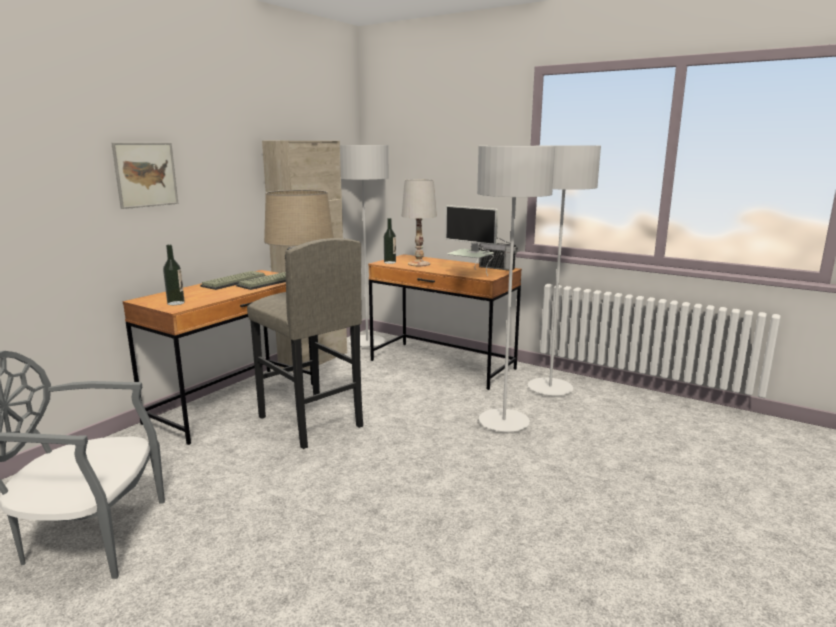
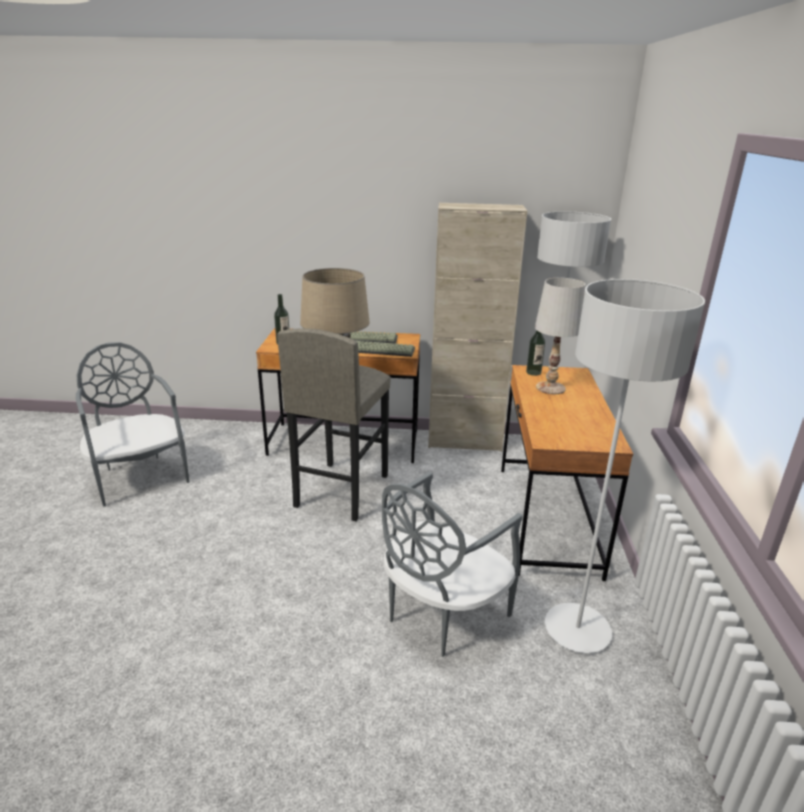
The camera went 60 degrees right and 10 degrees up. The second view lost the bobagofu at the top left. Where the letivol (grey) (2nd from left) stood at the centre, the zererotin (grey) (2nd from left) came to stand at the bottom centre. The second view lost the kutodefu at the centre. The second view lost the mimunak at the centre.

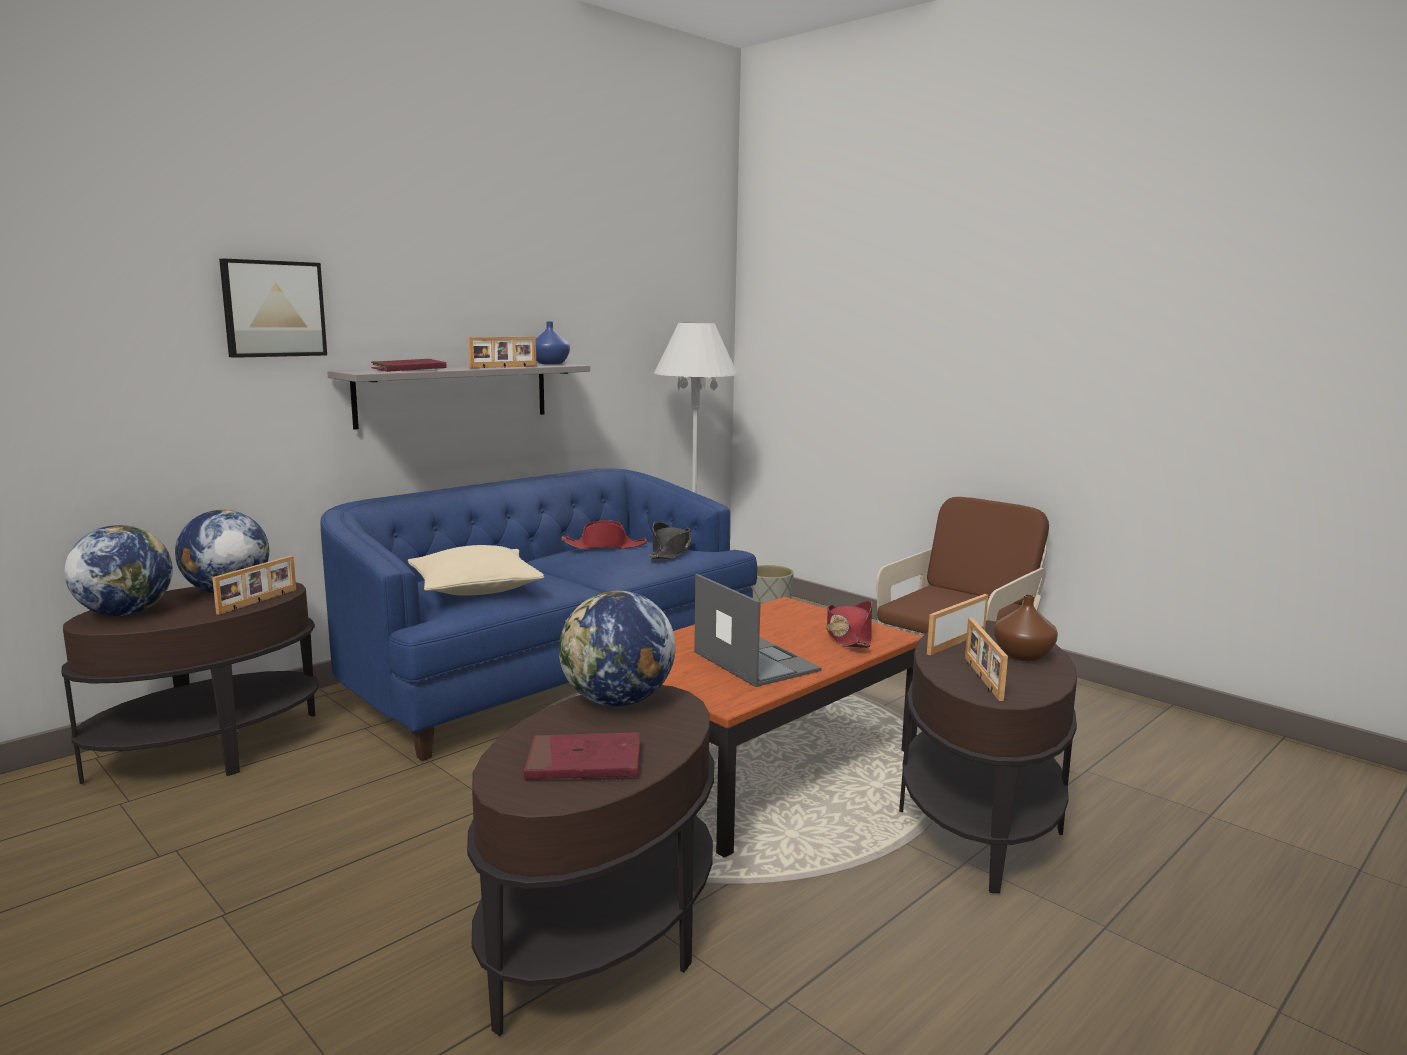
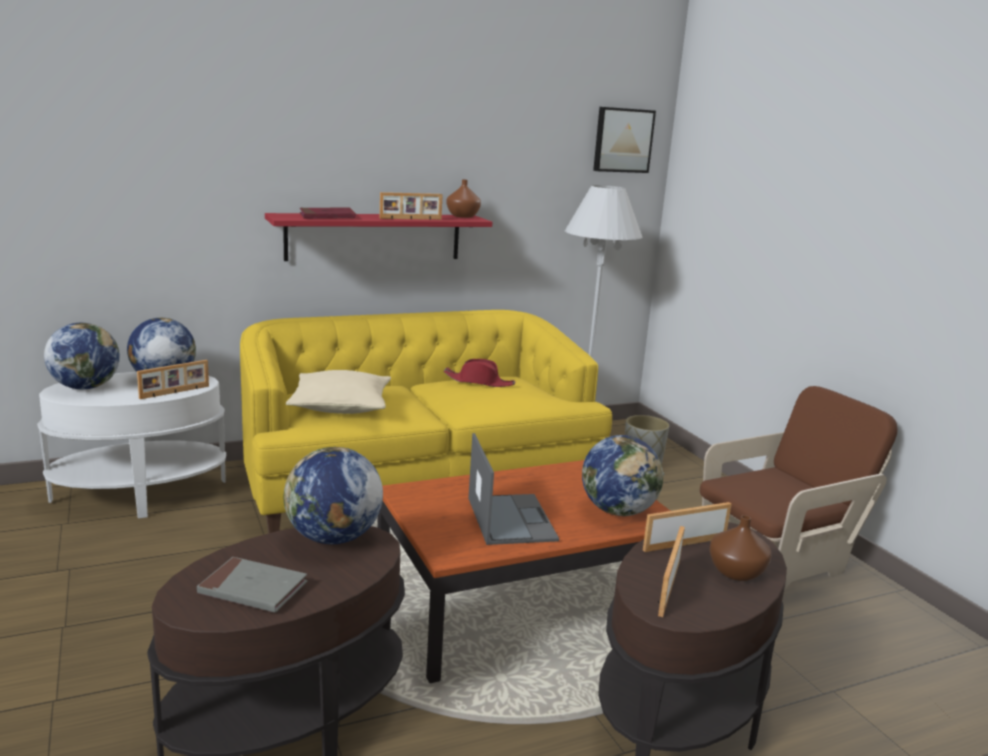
The camera went 20 degrees right and 5 degrees up. The bobagofu ended up elsewhere, having gone from the top left to the top centre. What was the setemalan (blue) at the top centre turned into the setemalan (brown) (1st from left) at the top centre. What was the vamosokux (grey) at the middle left turned into the vamosokux (red) at the top centre. What was the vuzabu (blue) at the centre turned into the vuzabu (yellow) at the centre. The second view lost the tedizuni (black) at the centre. What was the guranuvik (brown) (1st from left) at the middle left turned into the guranuvik (white) at the middle left. Where the tedizuni (red) (2nd from left) stood at the centre, the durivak (4th from left) came to stand at the centre. What was the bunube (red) (2nd from left) at the bottom centre turned into the bunube (grey) at the bottom left.

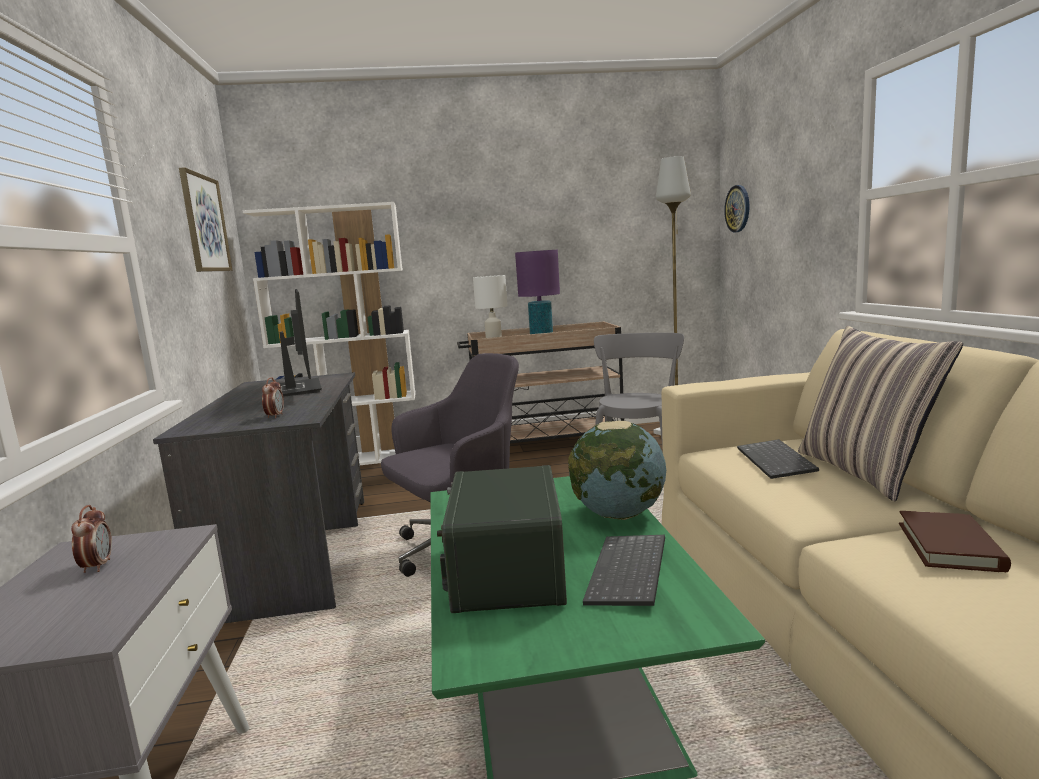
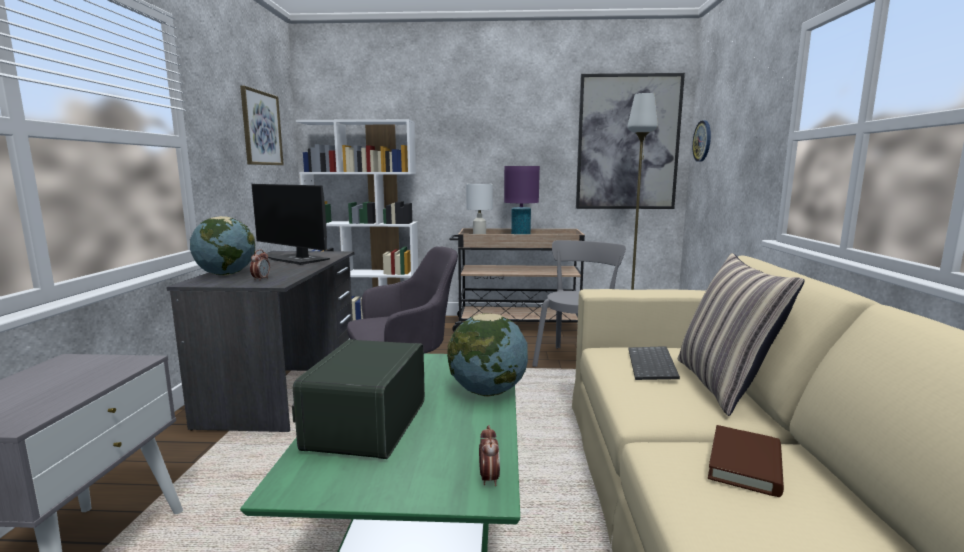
The camera went 10 degrees right and 0 degrees up. The kutodefu at the middle left ended up facing another way, 135 degrees clockwise from before. The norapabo (1st from left in the first image) ended up elsewhere, having gone from the bottom left to the bottom centre. The second view lost the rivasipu (1st from left) at the bottom centre. The second view gained the bobagofu (2nd from left) at the top centre. The second view gained the durivak (1st from left) at the middle left.

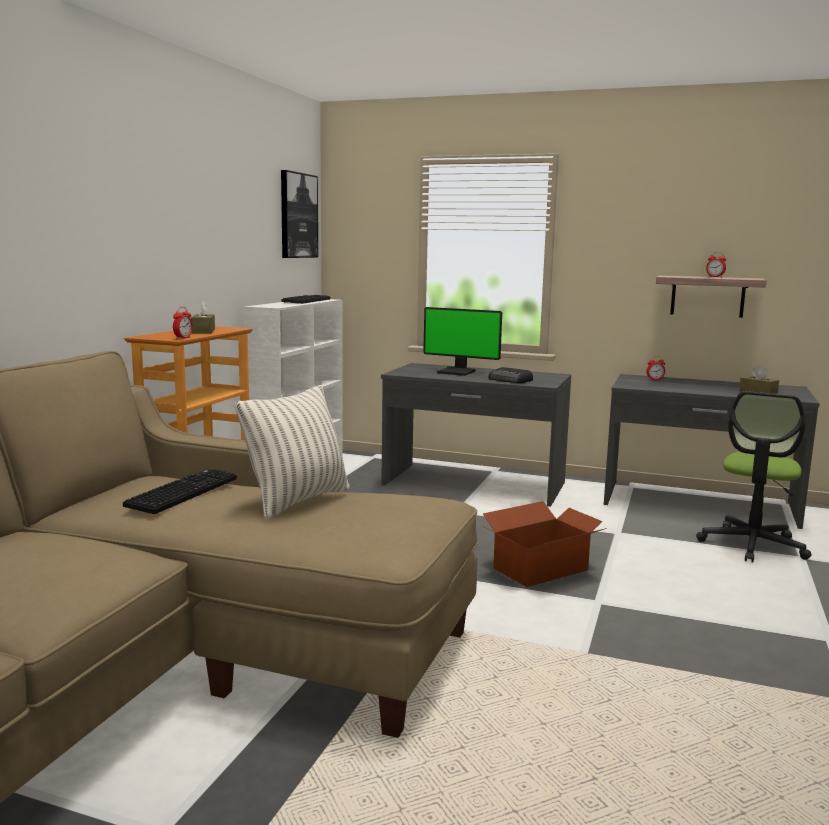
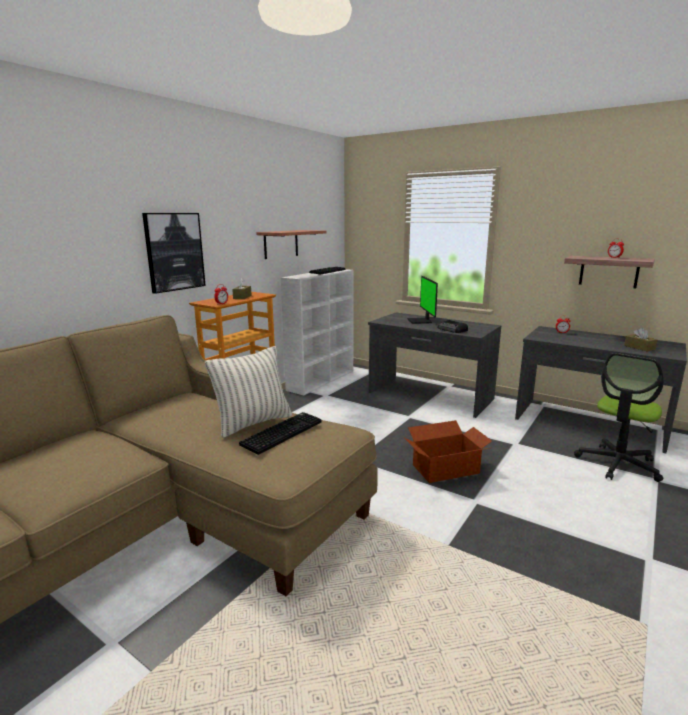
The camera went 15 degrees right and 5 degrees up. The bobagofu ended up elsewhere, having gone from the top centre to the middle left. The kutodefu at the centre ended up facing another way, 45 degrees clockwise from before. The rivasipu (1st from left) ended up elsewhere, having gone from the middle left to the centre. The second view gained the vamosokux (1st from left) at the centre.

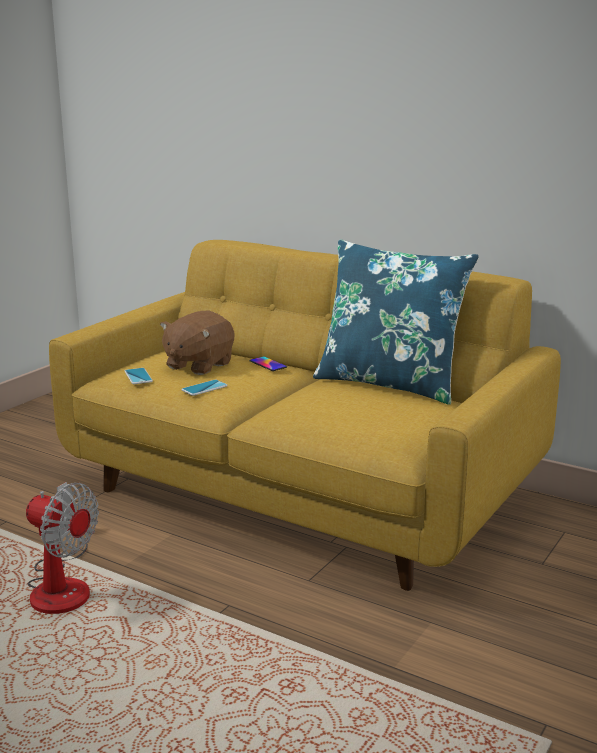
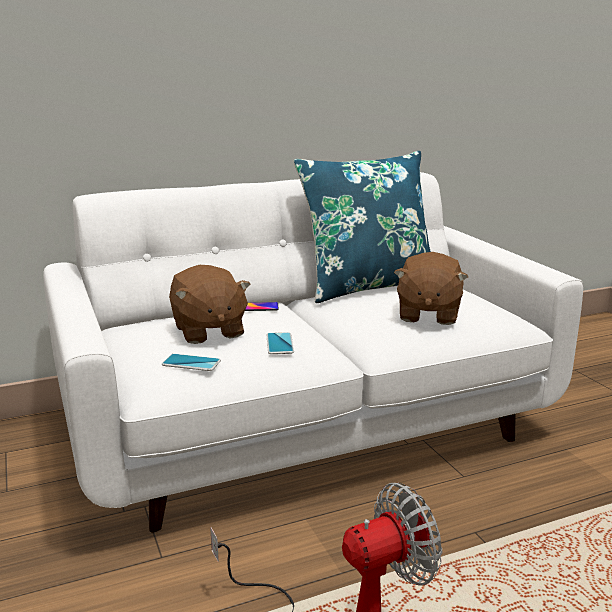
The camera went 55 degrees left and 0 degrees up. What was the vuzabu (yellow) at the centre turned into the vuzabu (white) at the centre. The second view gained the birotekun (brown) (2nd from left) at the middle right.

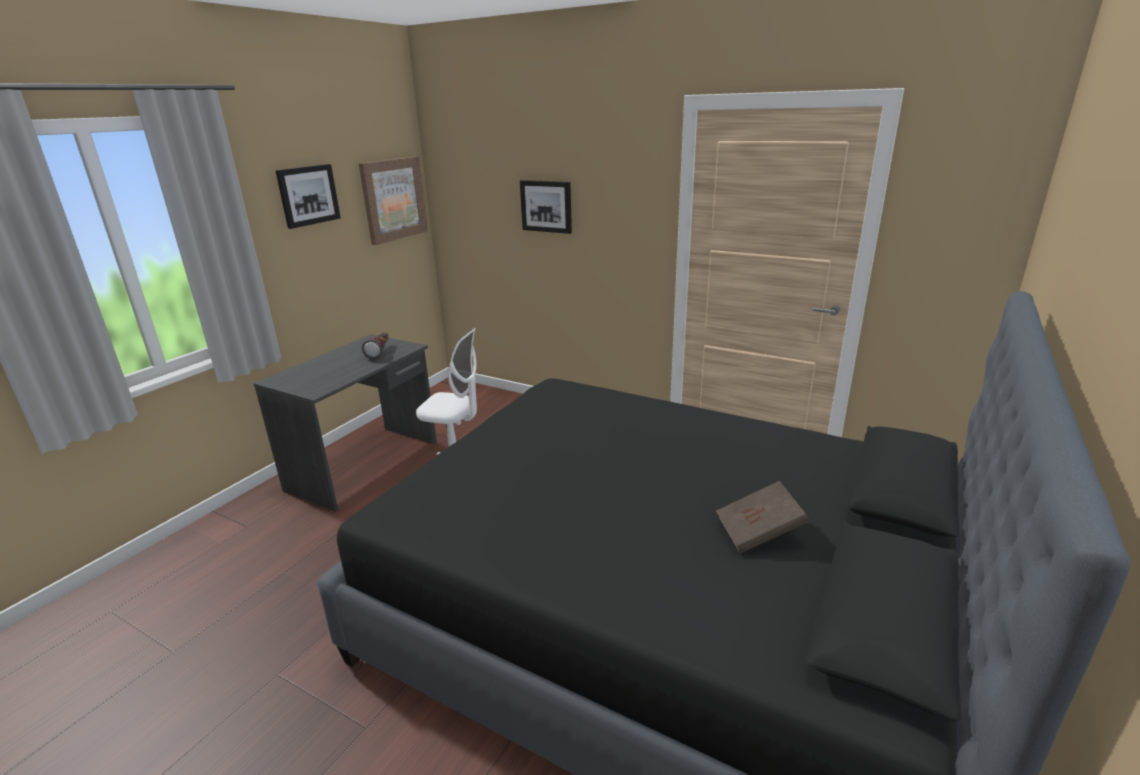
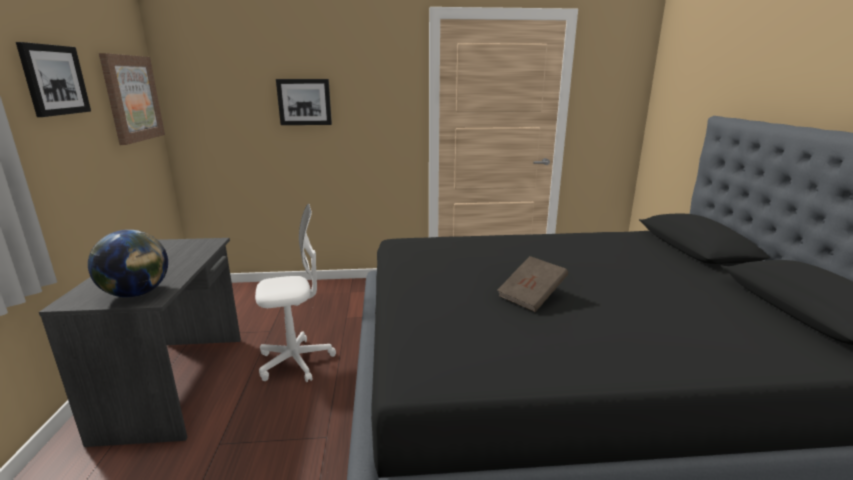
The camera went 35 degrees left and 5 degrees down. The second view lost the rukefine at the middle left. The bunube (brown) ended up elsewhere, having gone from the bottom right to the centre. The second view gained the durivak at the middle left.

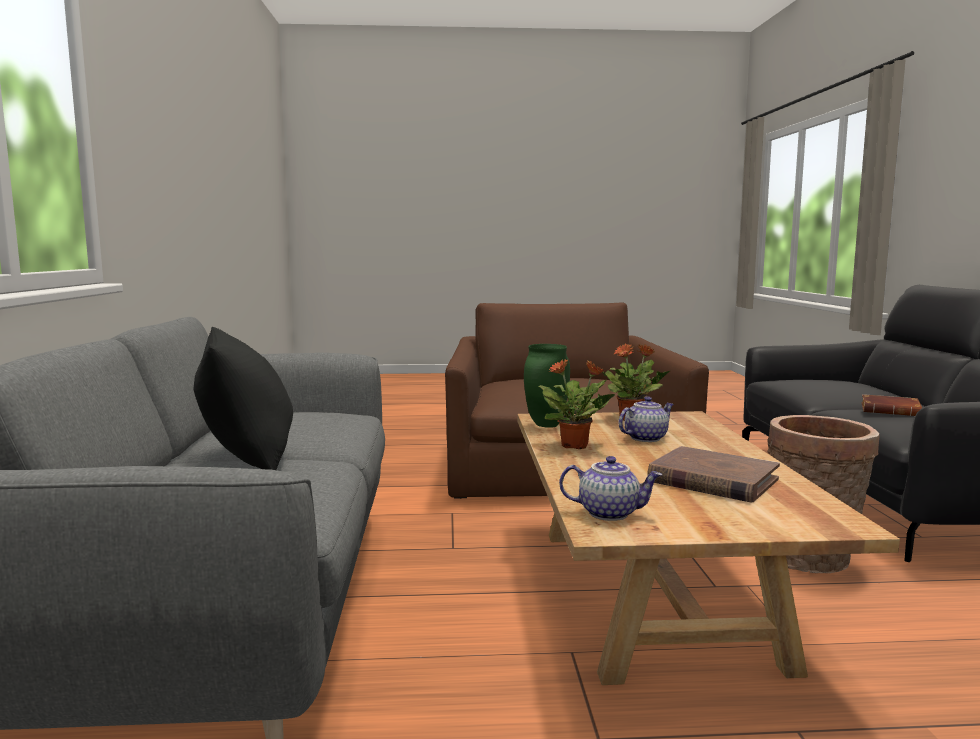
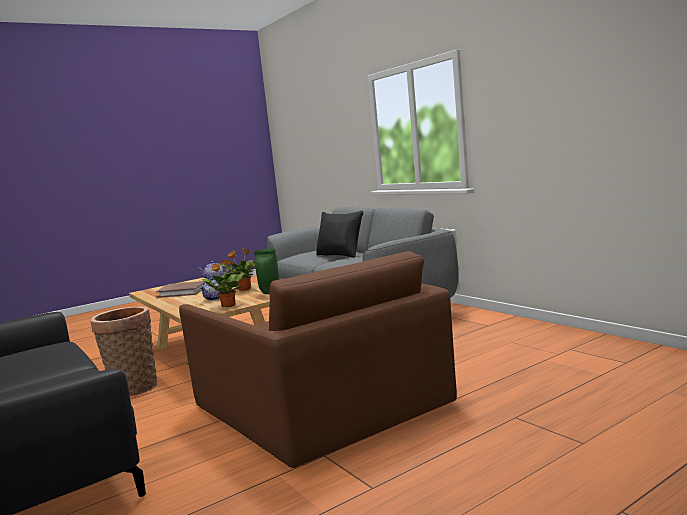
The camera went 150 degrees right and 0 degrees up. The second view lost the bunube (brown) (2nd from left) at the middle right.

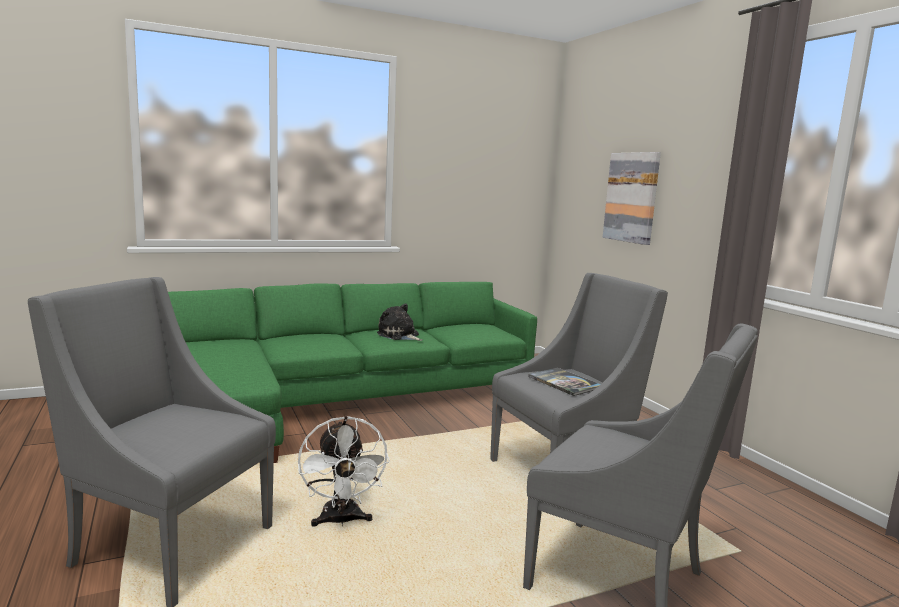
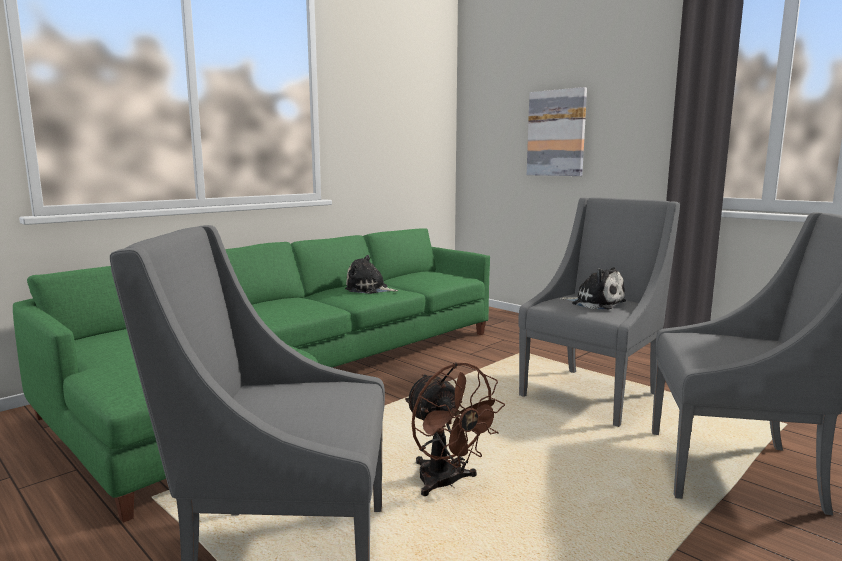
The camera went 20 degrees left and 0 degrees up. Where the bunube stood at the centre, the birotekun (2nd from left) came to stand at the middle right. What was the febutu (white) at the bottom centre turned into the febutu (brown) at the bottom centre.

